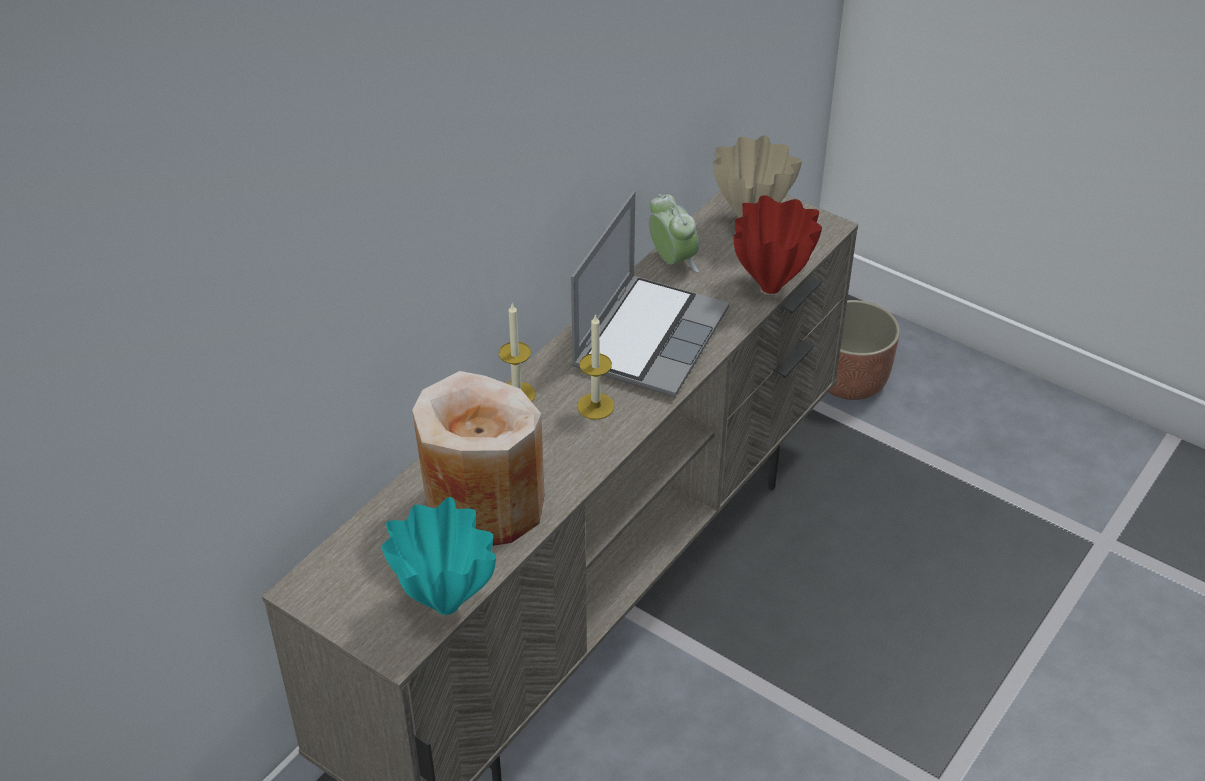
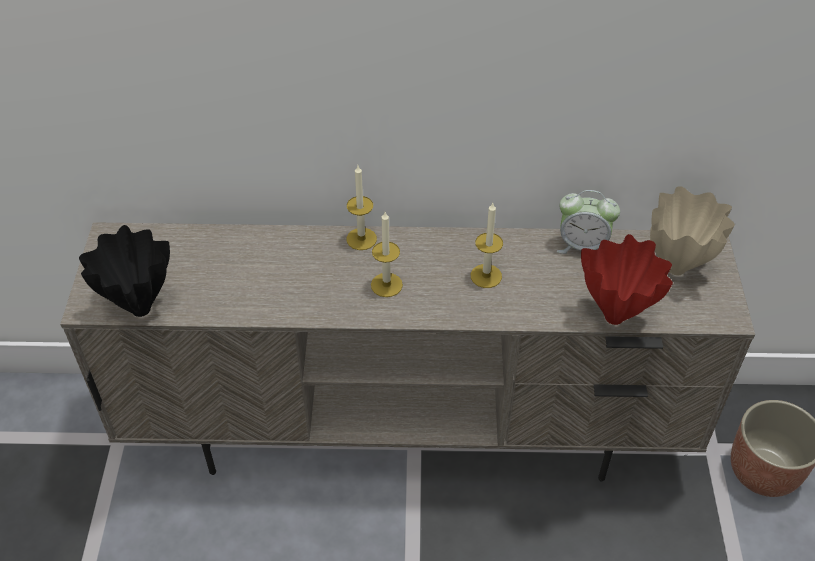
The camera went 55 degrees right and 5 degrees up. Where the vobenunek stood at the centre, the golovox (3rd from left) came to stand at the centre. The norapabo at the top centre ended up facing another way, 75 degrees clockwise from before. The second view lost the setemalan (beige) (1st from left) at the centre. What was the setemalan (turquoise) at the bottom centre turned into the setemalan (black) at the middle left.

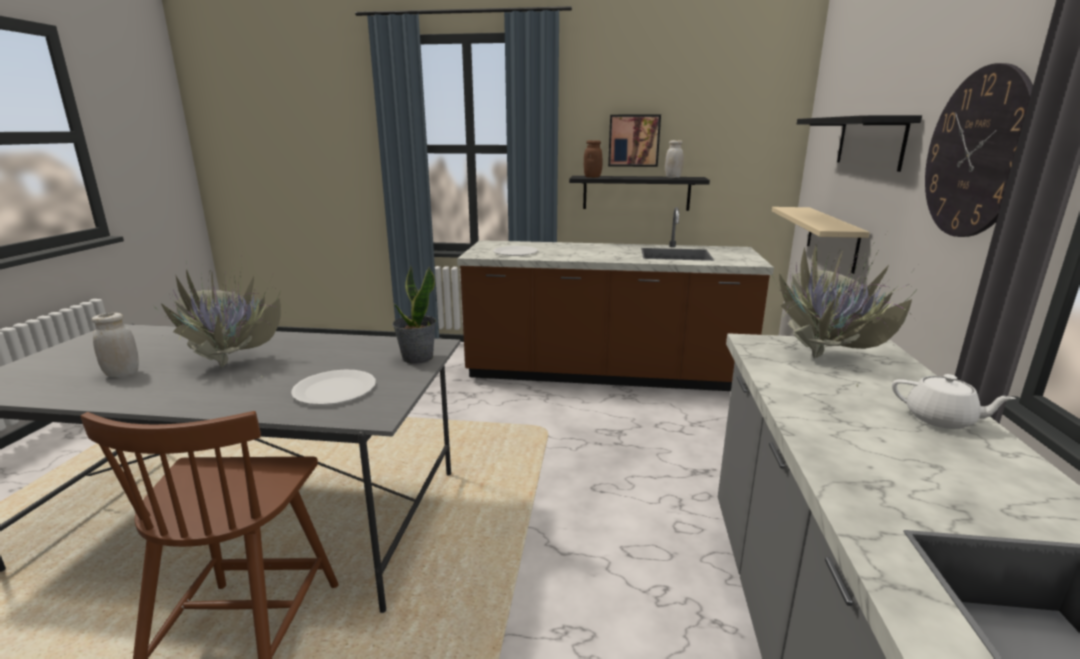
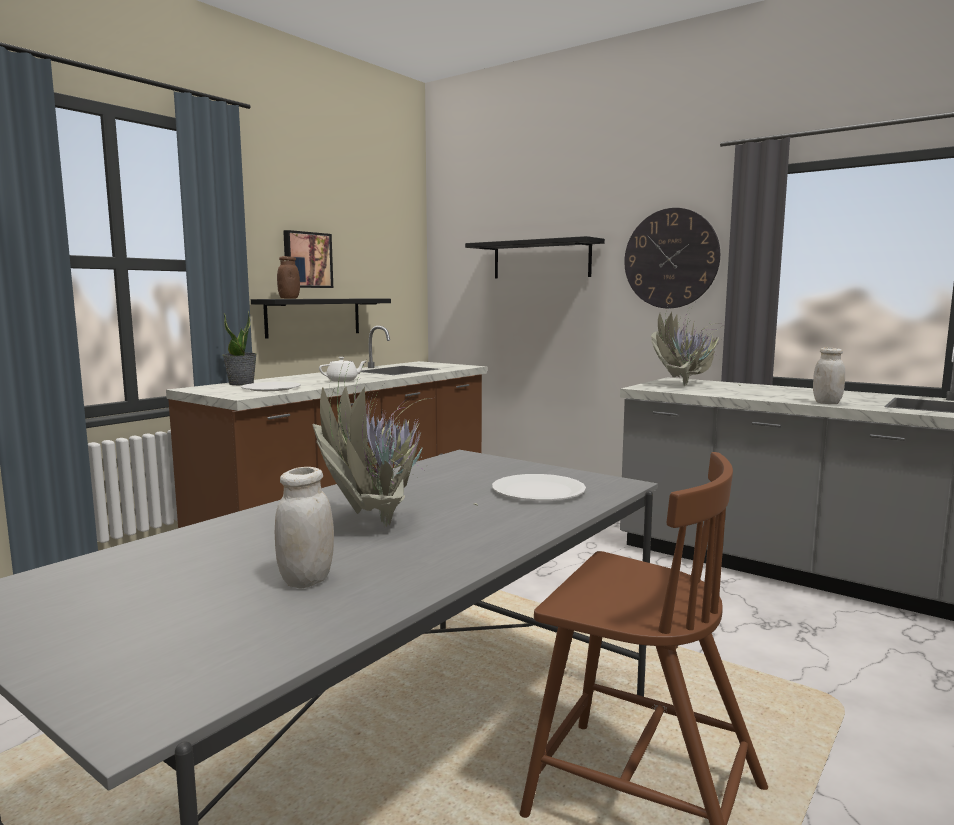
The camera went 60 degrees left and 10 degrees down. The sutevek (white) (2nd from left) ended up elsewhere, having gone from the top centre to the middle right. The second view lost the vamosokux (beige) at the middle right. The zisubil (2nd from left in the first image) ended up elsewhere, having gone from the centre to the middle left. The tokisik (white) ended up elsewhere, having gone from the middle right to the centre.

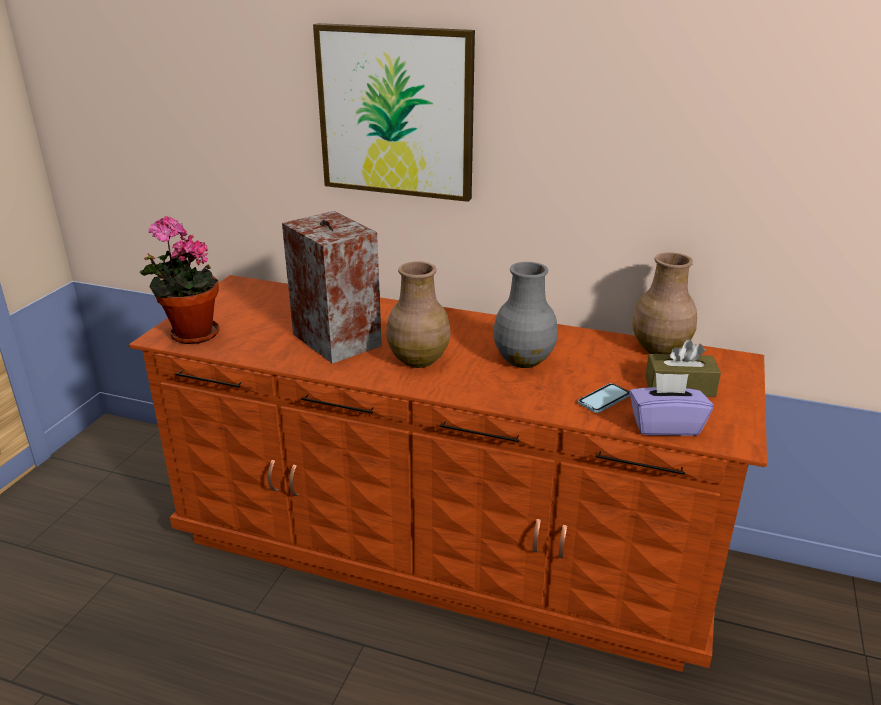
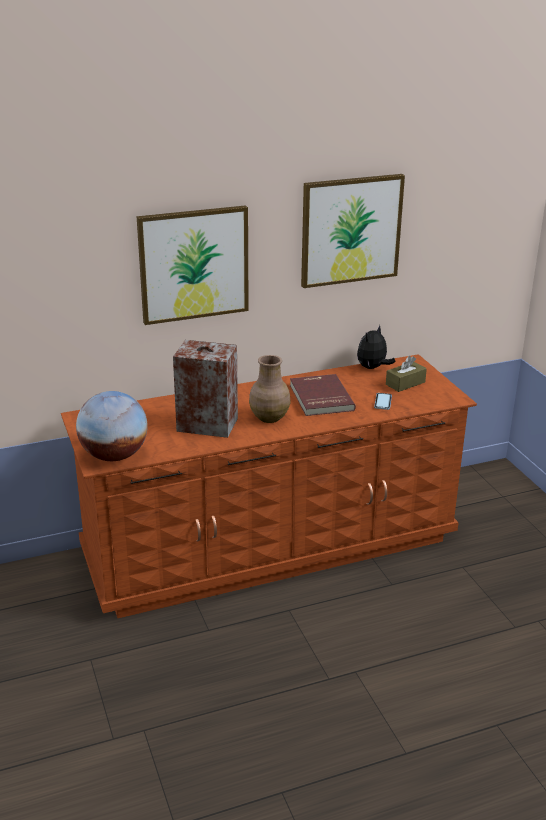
The camera went 40 degrees left and 0 degrees up. Where the zisubil stood at the middle left, the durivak came to stand at the middle left. Where the setemalan (brown) (2nd from left) stood at the middle right, the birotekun came to stand at the middle right. Where the setemalan (grey) stood at the centre, the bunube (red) came to stand at the centre. The second view lost the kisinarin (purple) at the middle right. The second view gained the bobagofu (2nd from left) at the top centre.

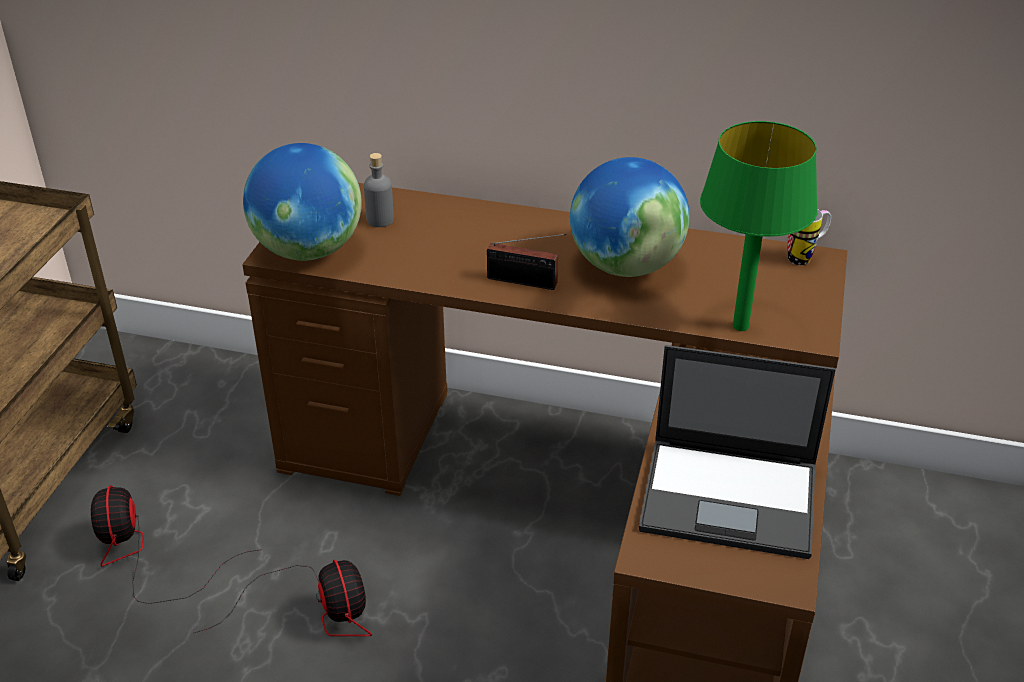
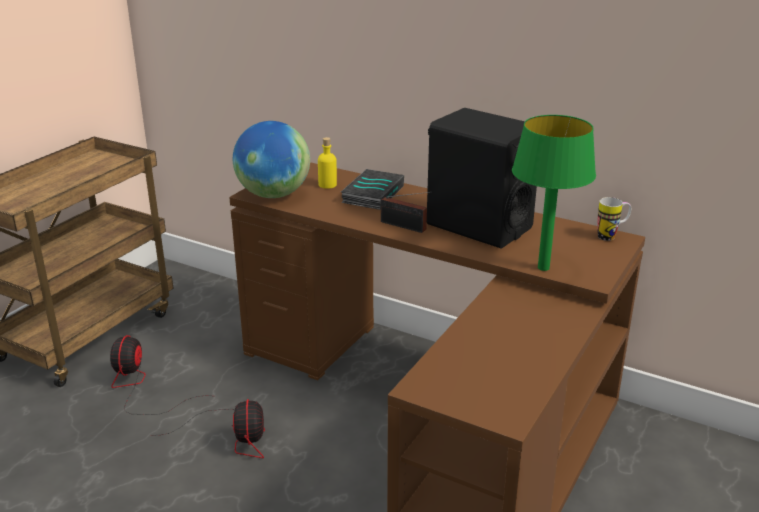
The camera went 15 degrees right and 10 degrees down. What was the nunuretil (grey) at the top centre turned into the nunuretil (yellow) at the top centre. Where the durivak (2nd from left) stood at the top centre, the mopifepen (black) came to stand at the centre. The second view lost the vobenunek at the middle right. The second view gained the bunube at the centre.

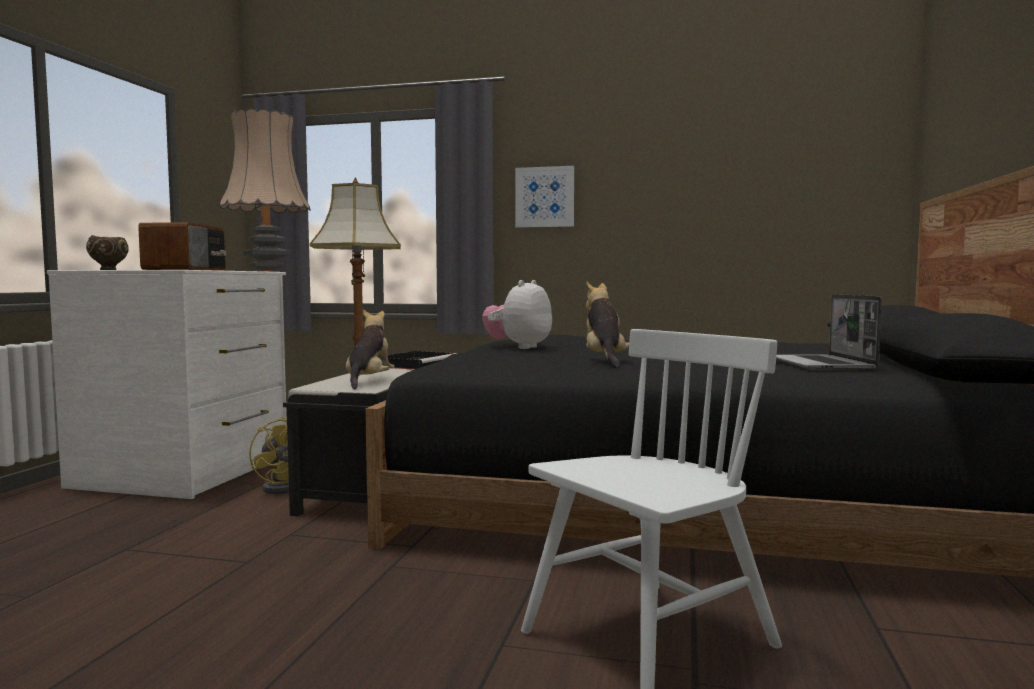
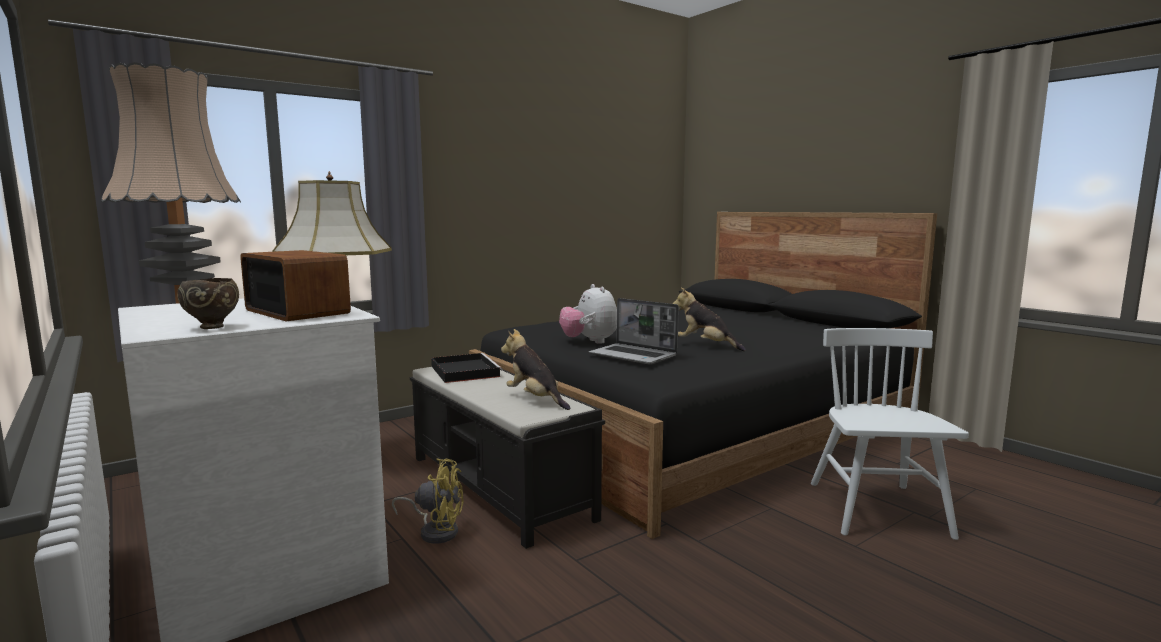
The camera went 50 degrees left and 5 degrees up. The second view lost the bobagofu at the top centre. The vobenunek ended up elsewhere, having gone from the middle right to the centre.

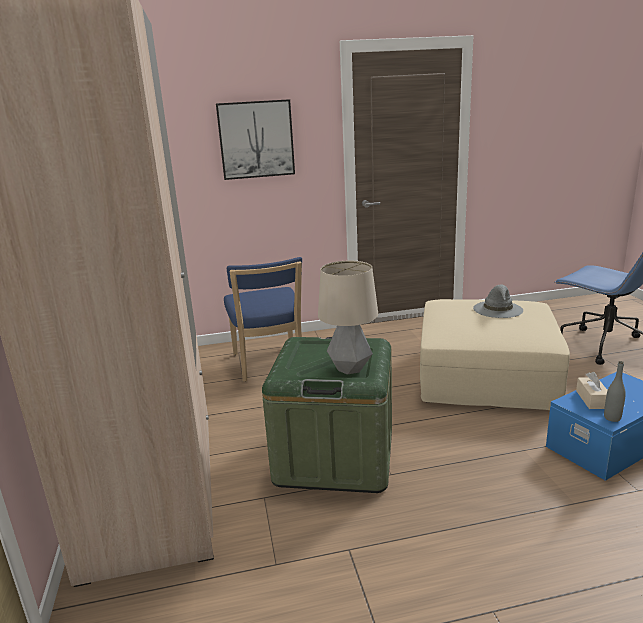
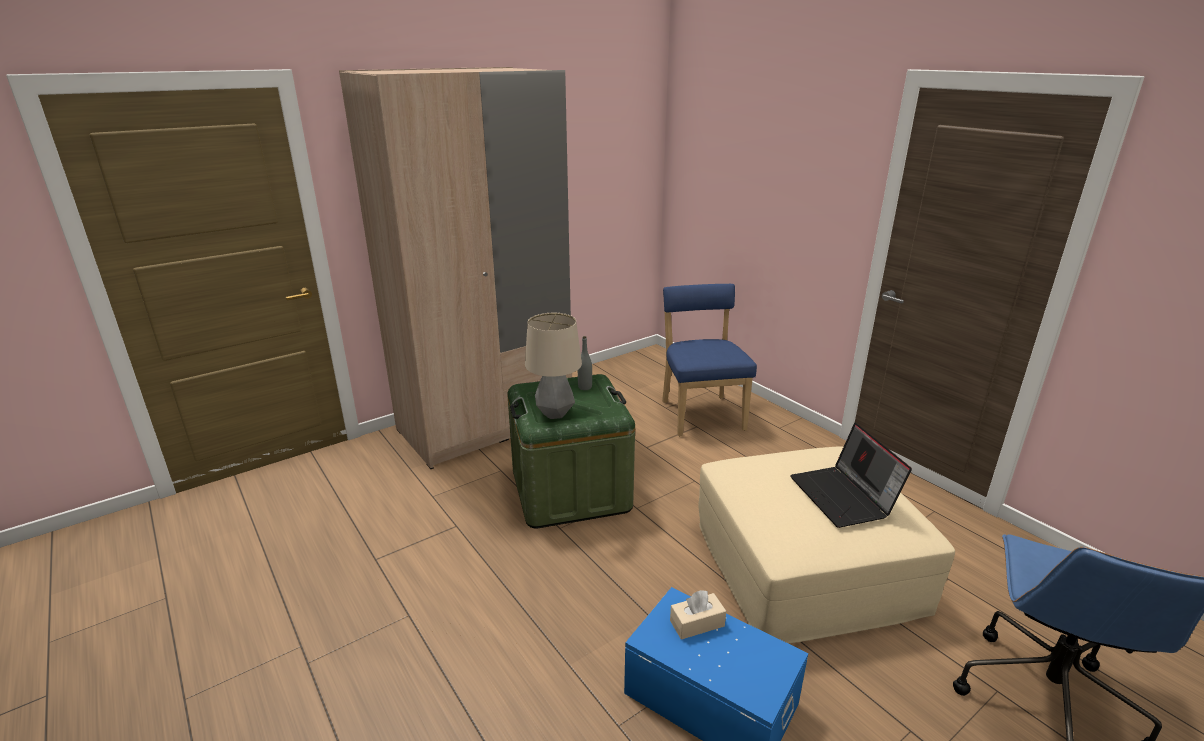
The camera went 65 degrees right and 5 degrees up. The second view lost the bobagofu at the top centre. The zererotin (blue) at the centre ended up facing another way, 120 degrees clockwise from before. Where the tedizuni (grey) stood at the middle right, the vobenunek came to stand at the middle right. The nunuretil (grey) ended up elsewhere, having gone from the middle right to the centre.

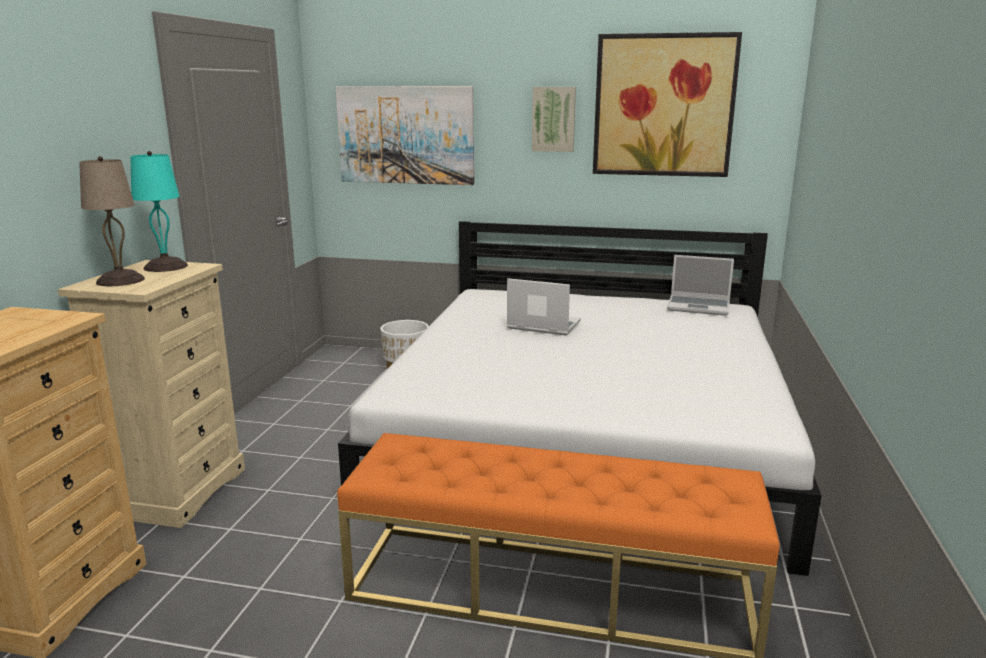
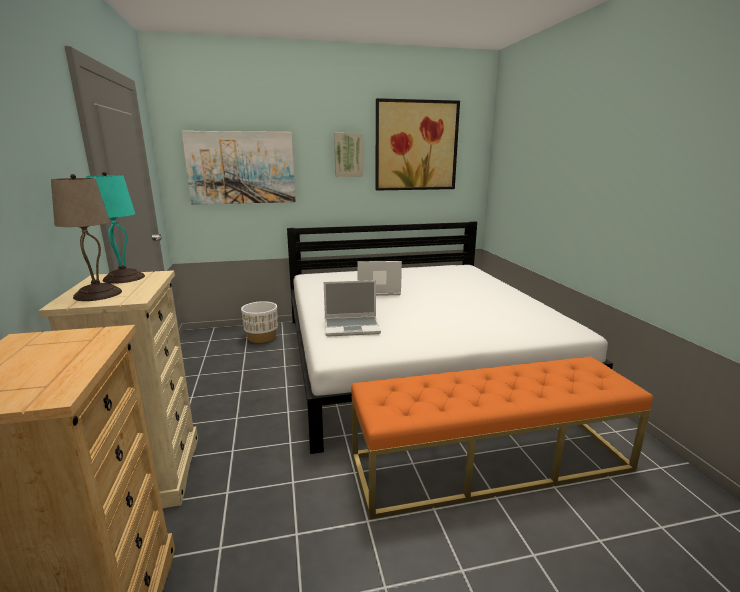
The camera went 25 degrees left and 0 degrees up. The vobenunek (2nd from left in the first image) ended up elsewhere, having gone from the middle right to the centre.

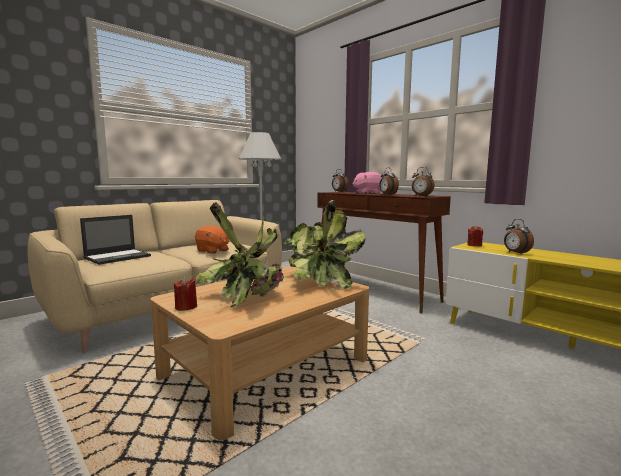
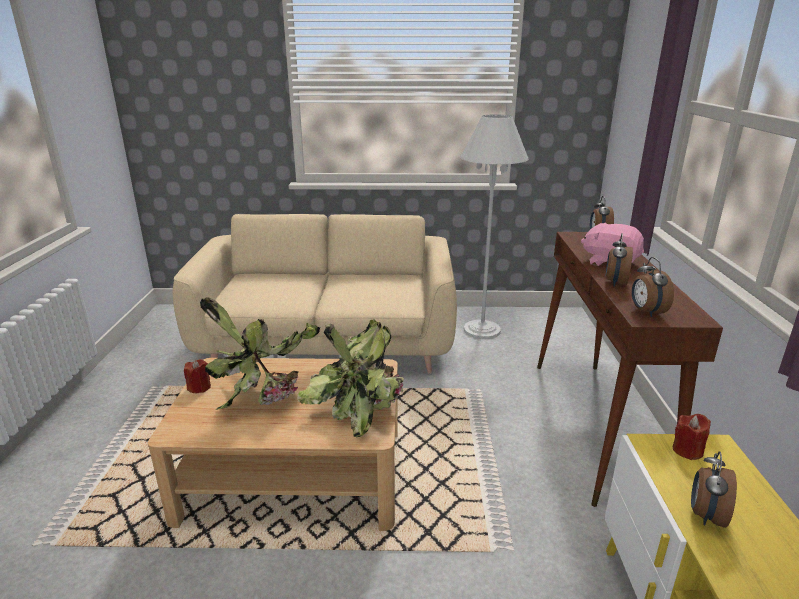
The camera went 45 degrees right and 15 degrees up. The second view lost the vobenunek at the middle left. The second view lost the birotekun (orange) at the centre.

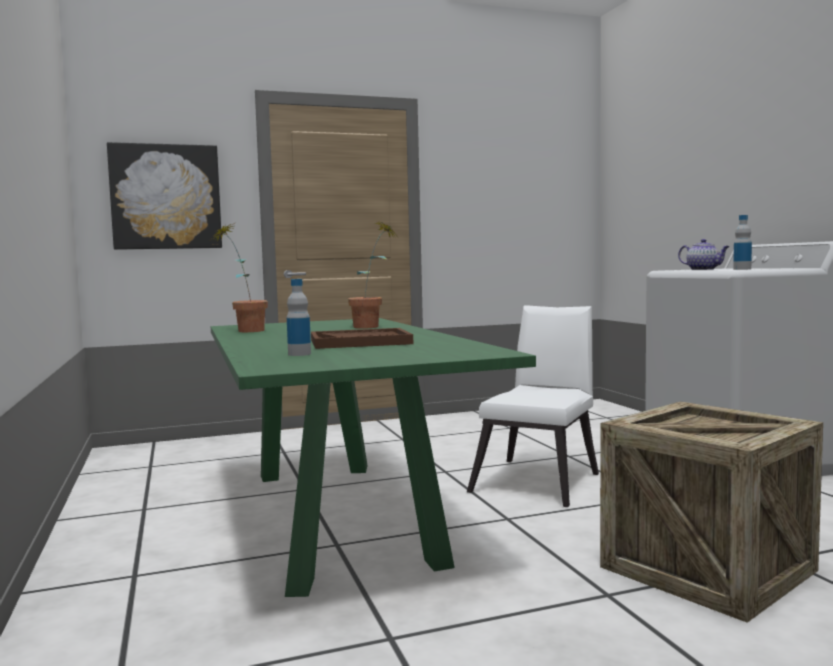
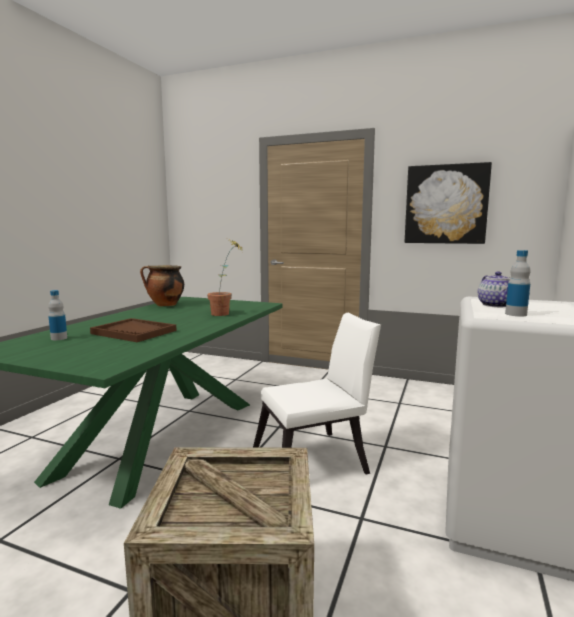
The camera went 40 degrees right and 5 degrees up. The bobagofu ended up elsewhere, having gone from the top left to the top right. Where the zisubil (1st from left) stood at the middle left, the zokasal came to stand at the middle left.

